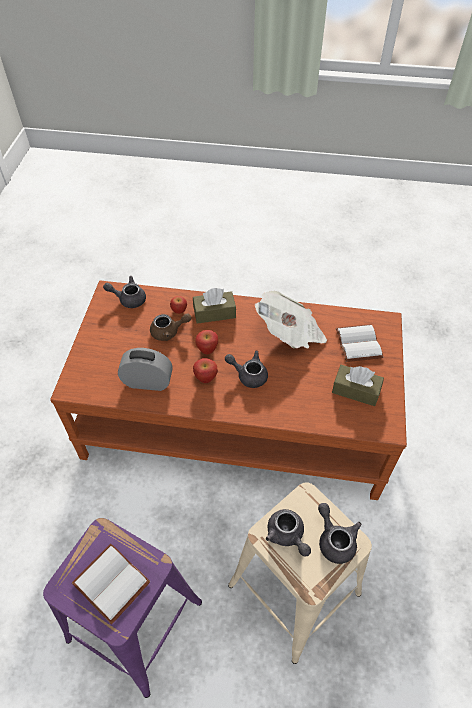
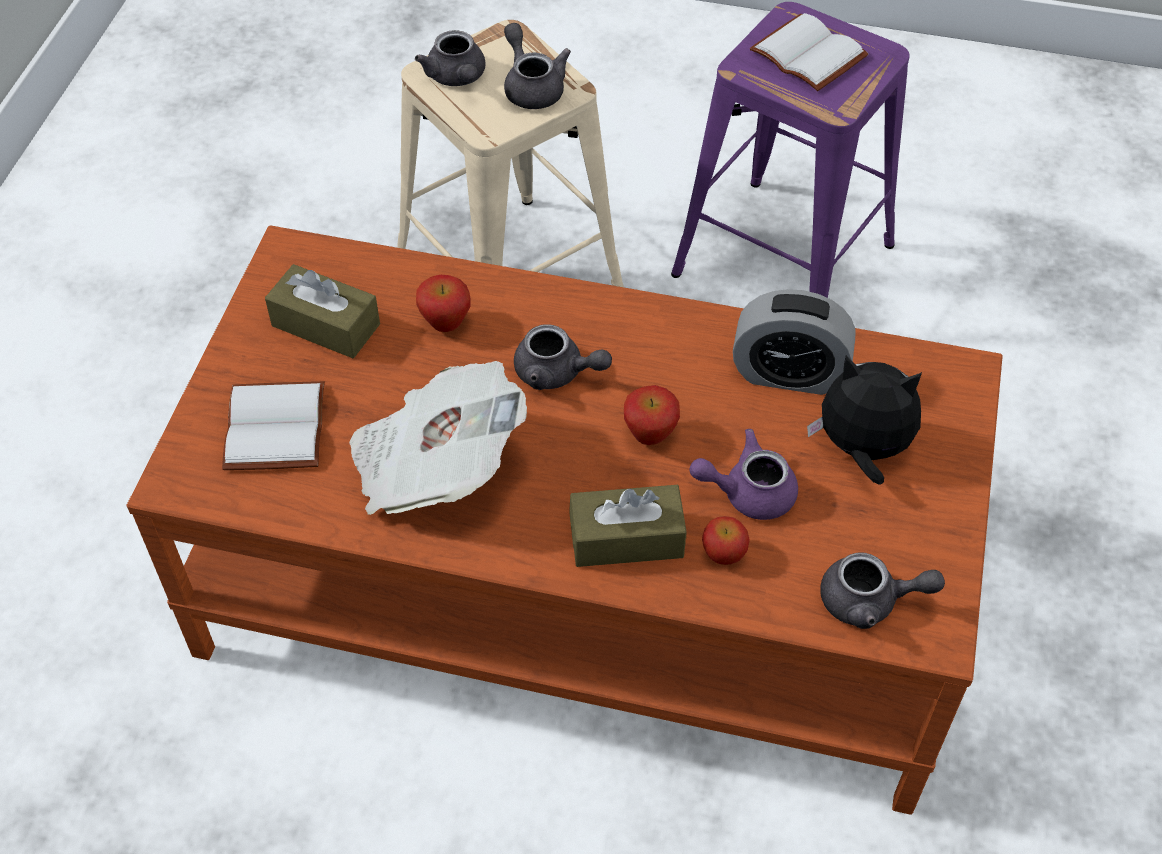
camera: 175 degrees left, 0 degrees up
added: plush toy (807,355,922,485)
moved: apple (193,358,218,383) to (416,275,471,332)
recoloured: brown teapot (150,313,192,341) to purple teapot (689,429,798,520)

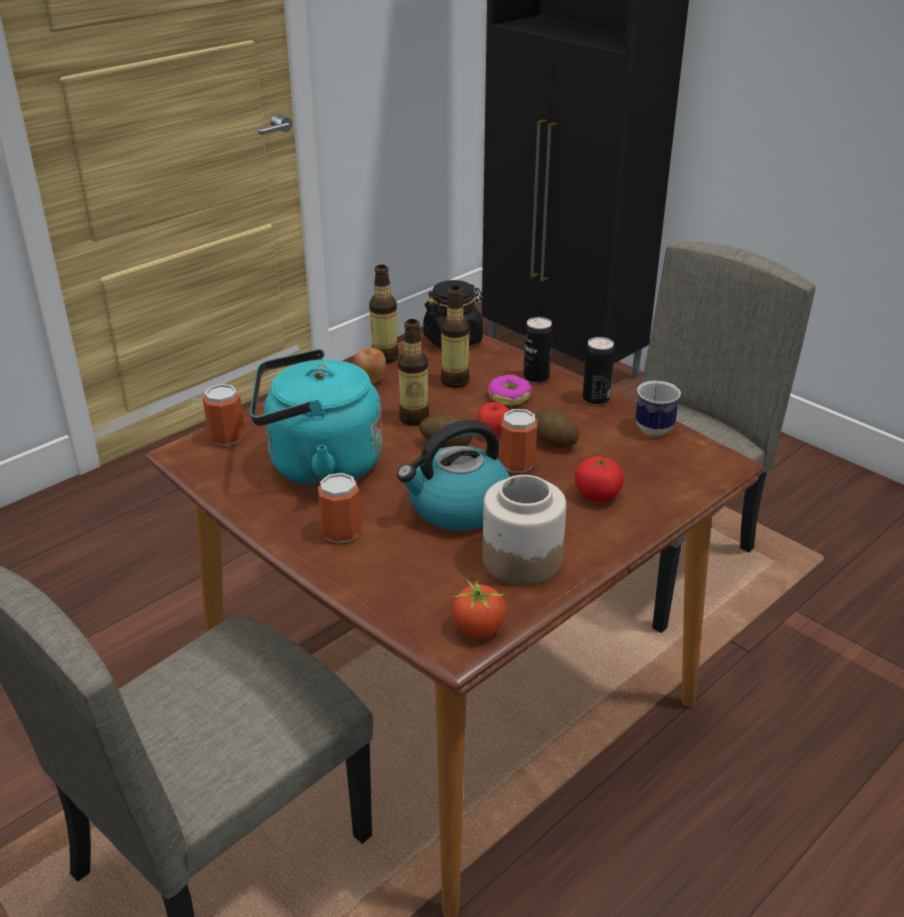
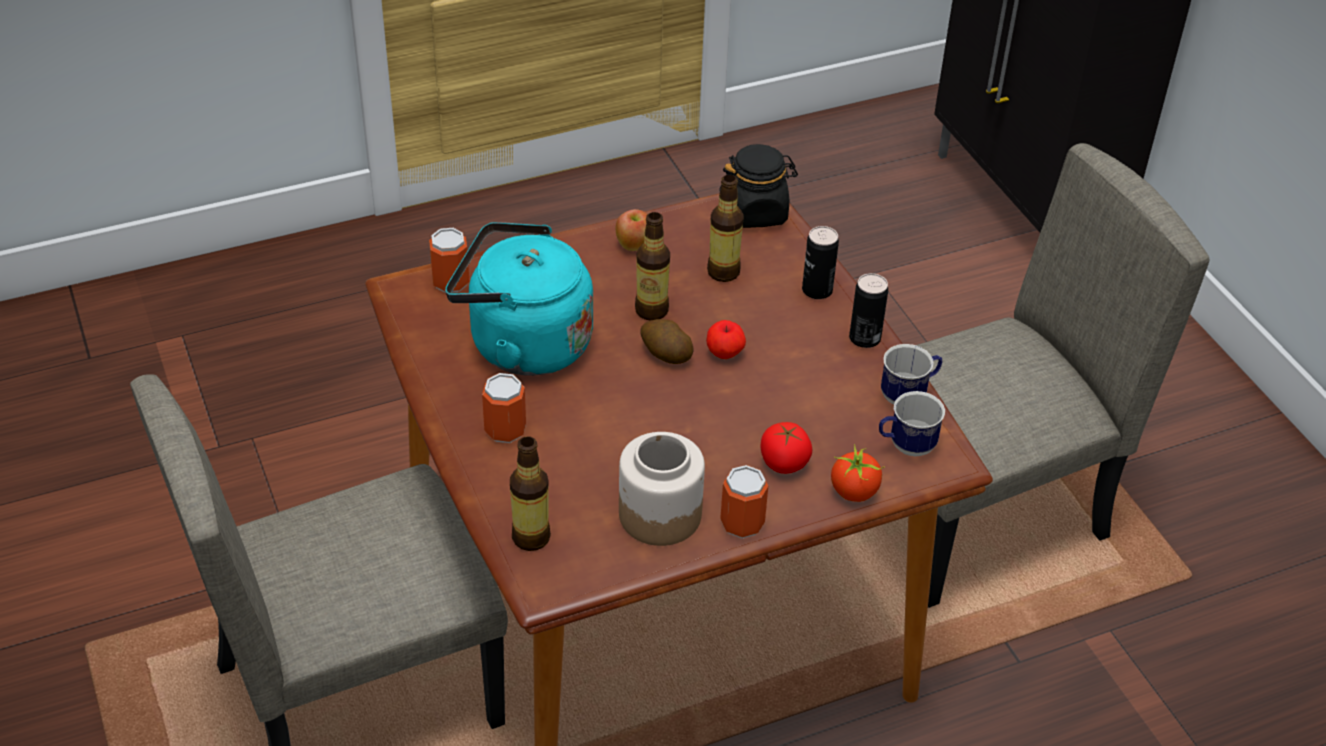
camera: 20 degrees right, 10 degrees up
removed: kettle (397,420,510,531); donut (488,375,531,405); potato (535,409,579,448)
added: mug (879,391,945,456)
moved: bottle (369,265,399,363) to (510,436,551,551); tomato (452,579,506,638) to (831,444,885,502); can (500,409,537,473) to (720,465,768,538)

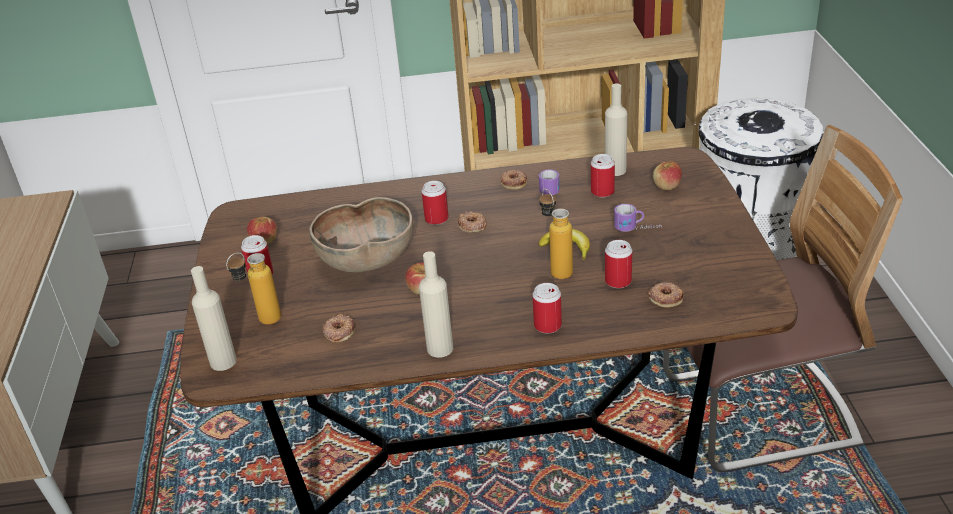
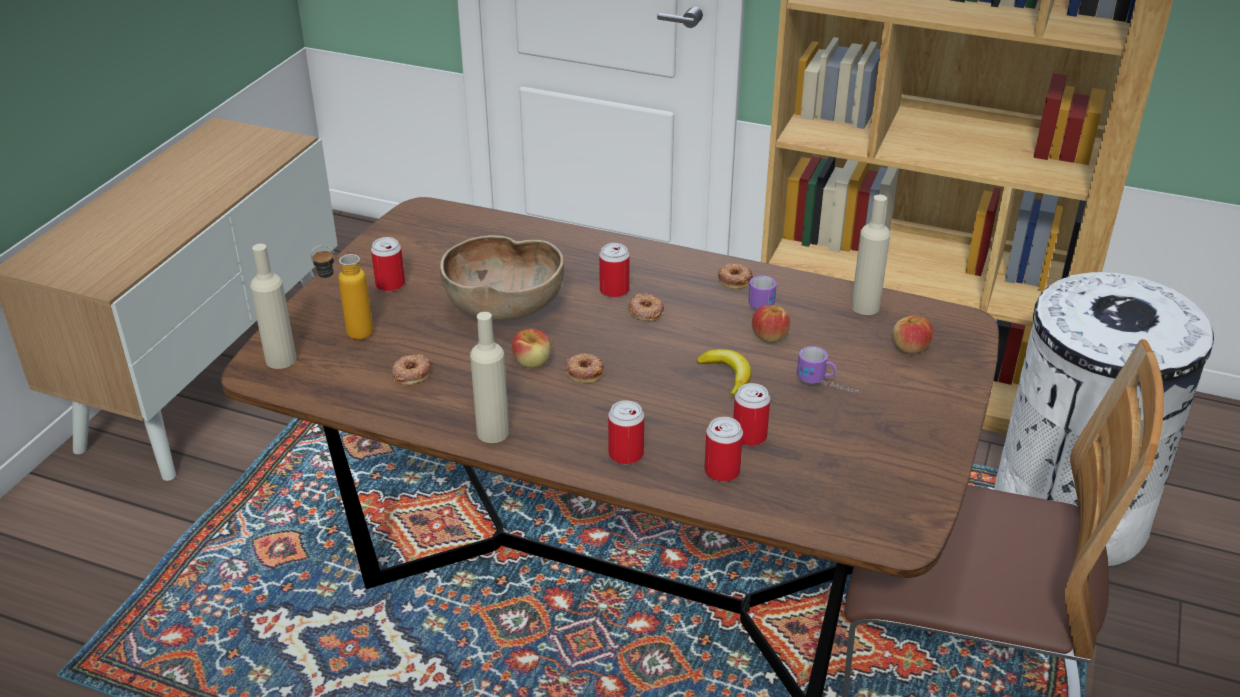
camera: 25 degrees right, 0 degrees up
removed: bottle (539,189,573,279)
moved: apple (247,217,277,245) to (752,305,791,343); can (591,154,615,197) to (704,417,743,482); donut (648,282,684,308) to (566,353,604,383)

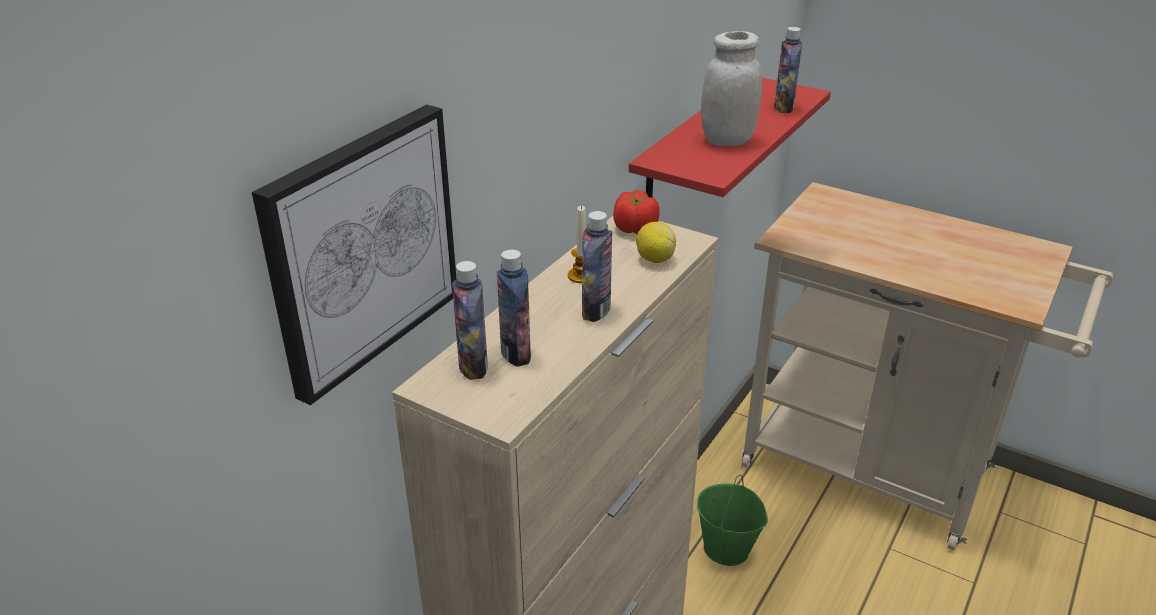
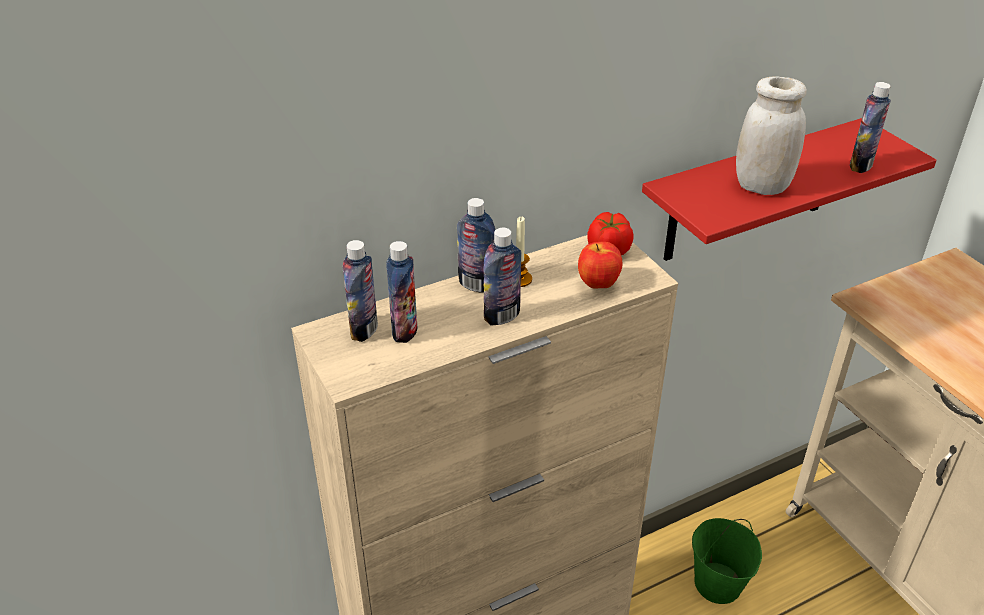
camera: 30 degrees right, 5 degrees up
removed: picture (252,105,456,405)
added: bottle (457,198,495,292)
replaced: lemon (636,222,676,263) to apple (578,242,623,289)

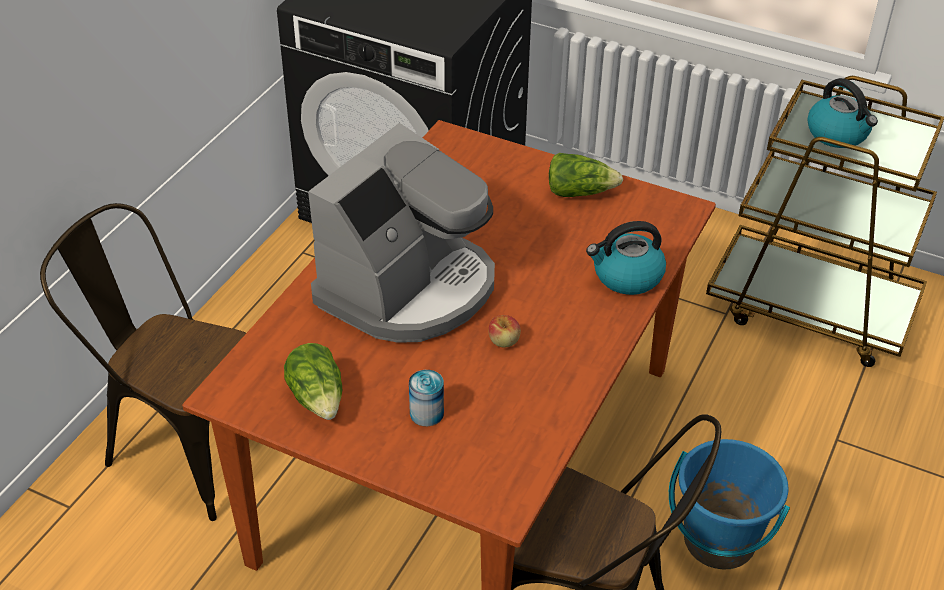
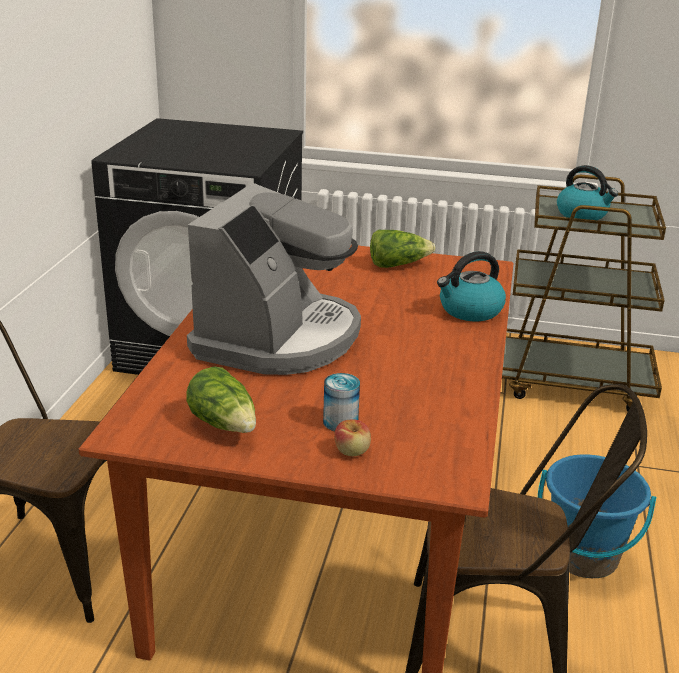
camera: 15 degrees left, 15 degrees down
moved: apple (488,315,521,348) to (334,419,371,456)

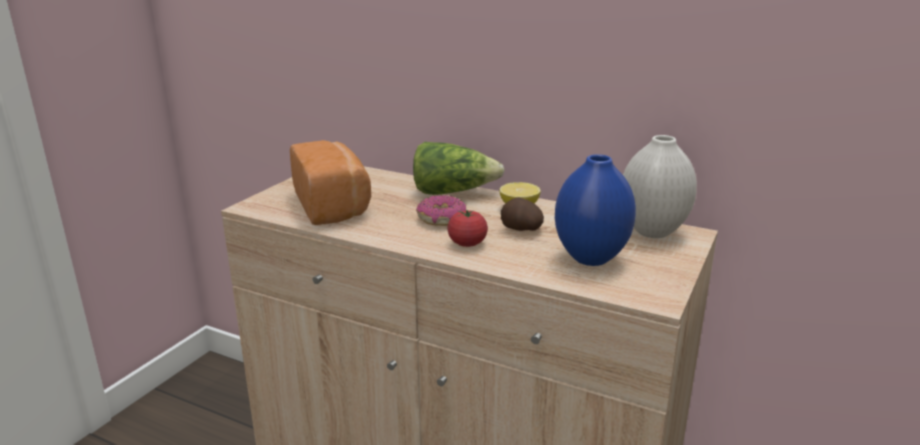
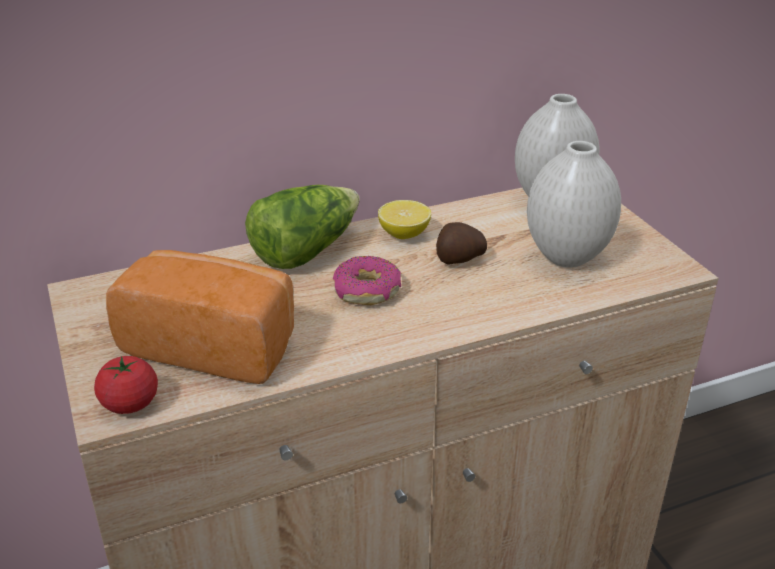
camera: 50 degrees left, 10 degrees up
moved: tomato (447,210,488,247) to (94,356,158,414)
recoloured: blue vase (555,154,636,266) to white vase (527,141,621,268)

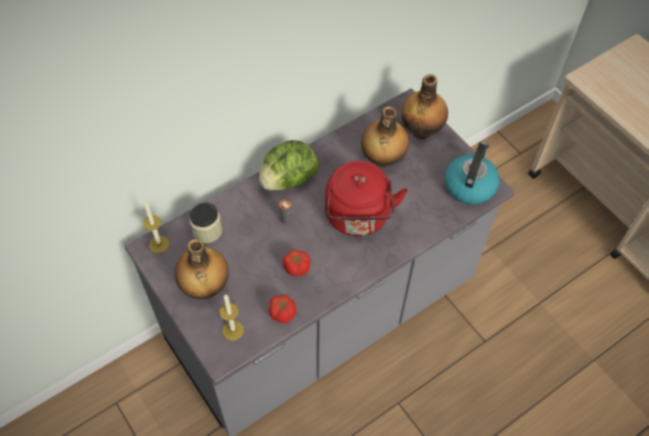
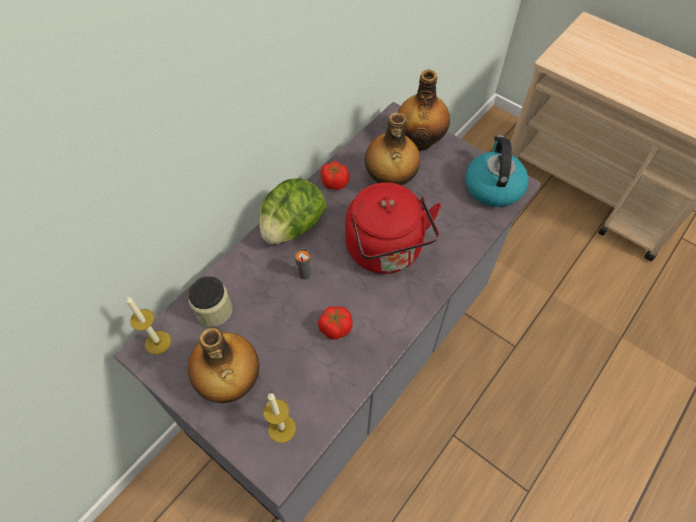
camera: 15 degrees left, 0 degrees up
moved: tomato (269,295,296,323) to (320,161,349,190)

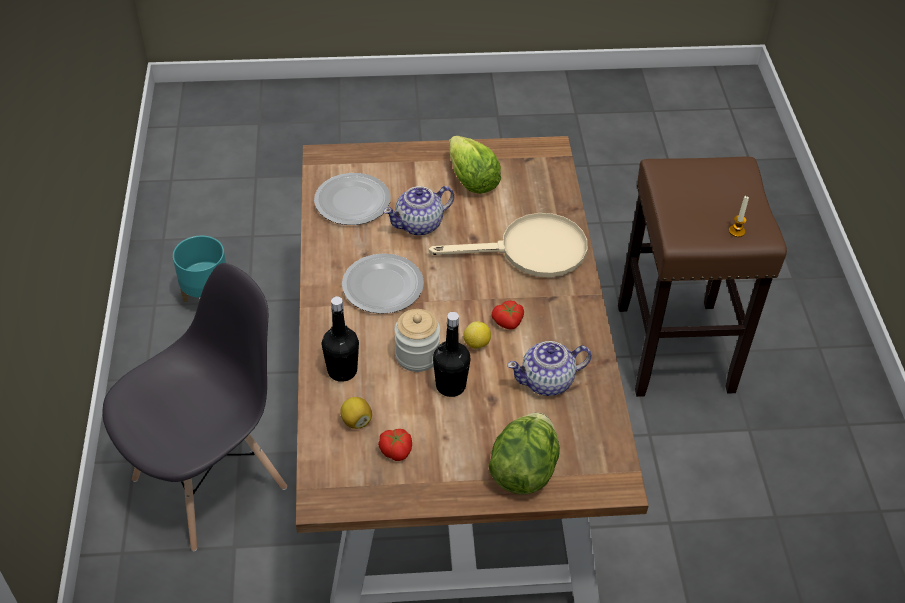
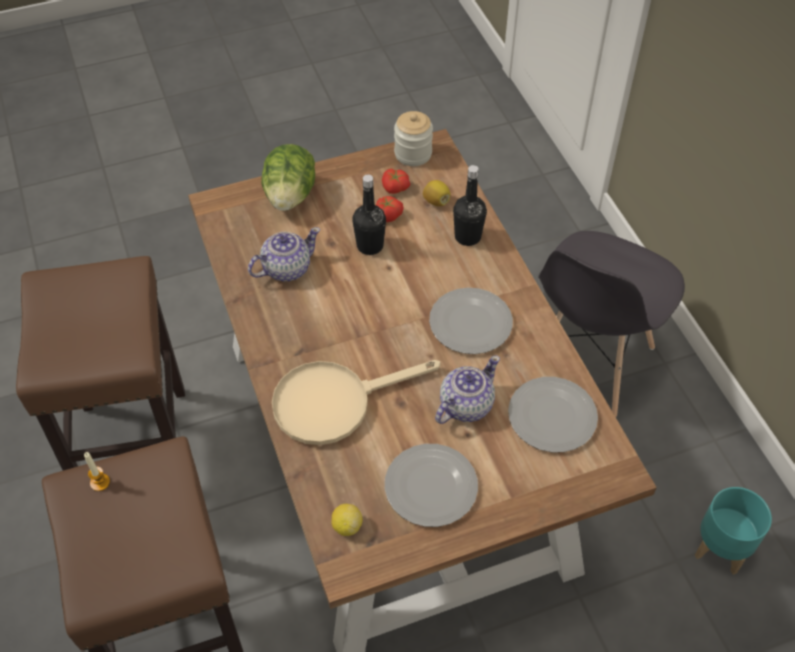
camera: 165 degrees right, 5 degrees up
added: brown stool (16,256,185,471)
moved: jar (394,309,440,372) to (394,111,433,166); lemon (463,321,491,349) to (331,504,363,536); tomato (492,301,524,329) to (376,196,404,222)
replaced: lettuce (449,136,501,194) to plate (385,444,478,527)

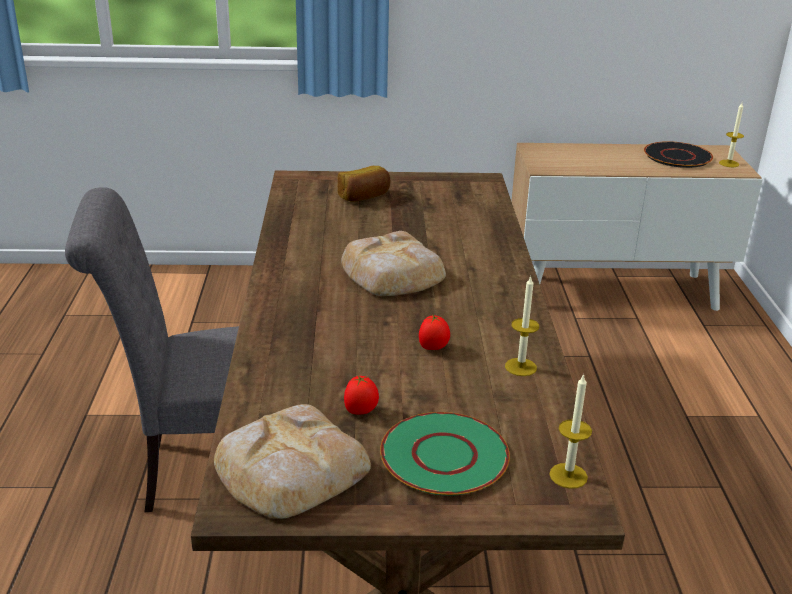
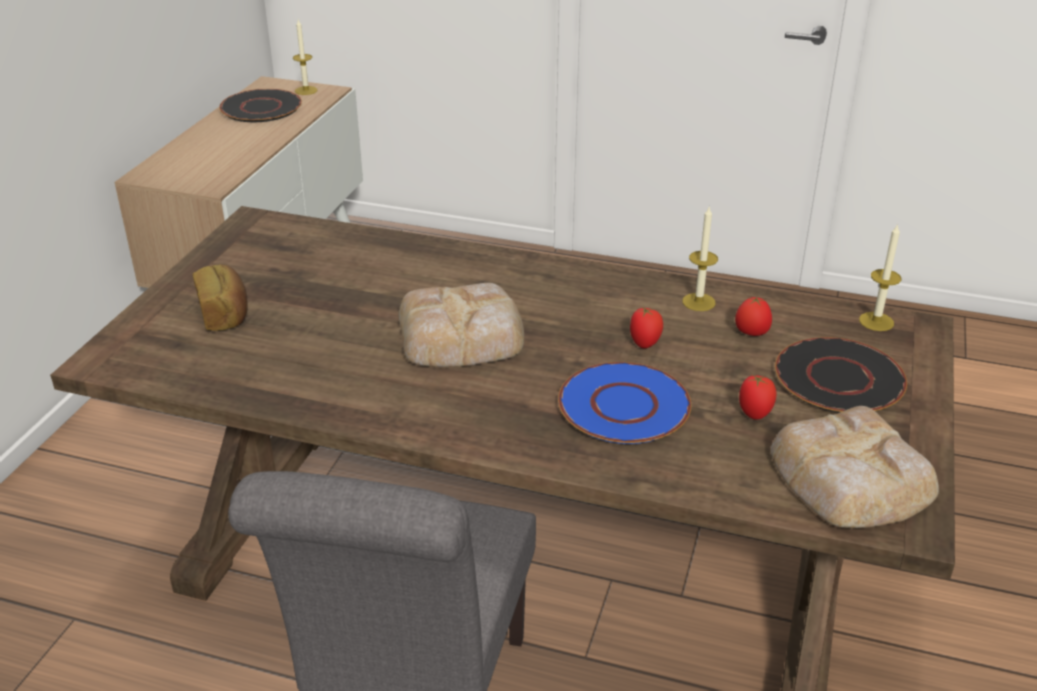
camera: 70 degrees left, 5 degrees up
added: blue plate (558,362,691,444); tomato (735,296,772,336)
recoloured: green plate (380,412,510,496) to black plate (775,337,907,413)

